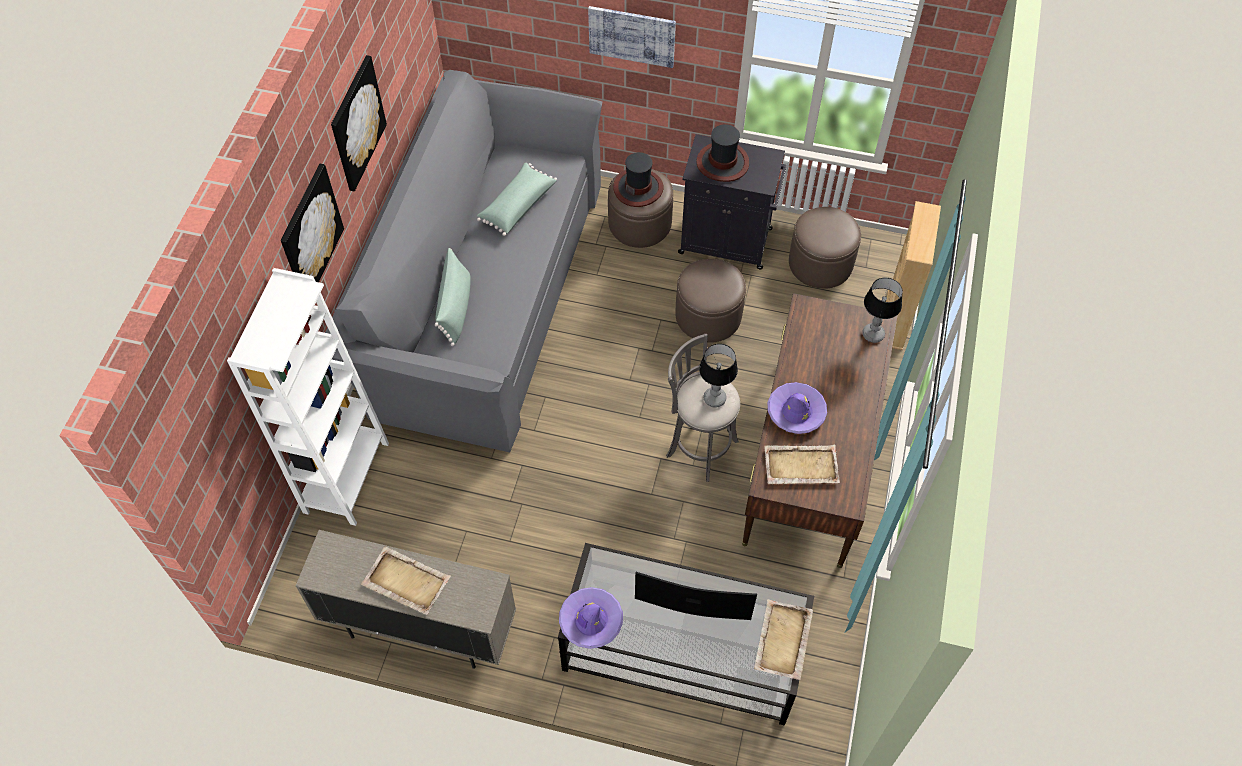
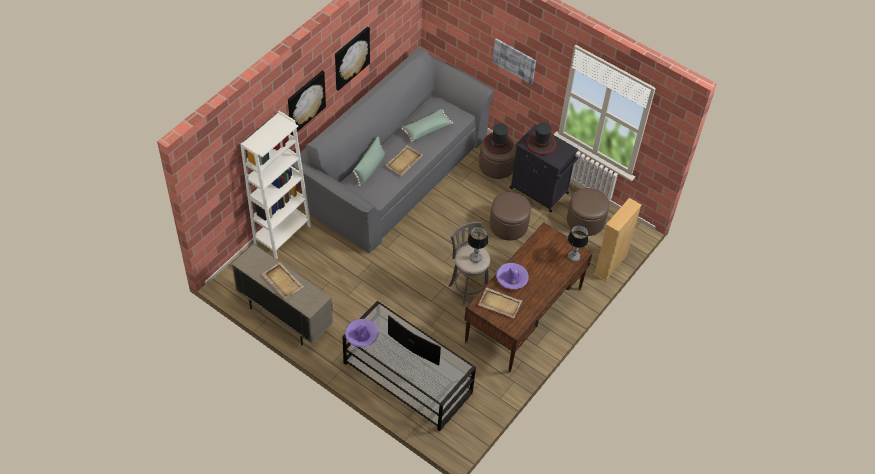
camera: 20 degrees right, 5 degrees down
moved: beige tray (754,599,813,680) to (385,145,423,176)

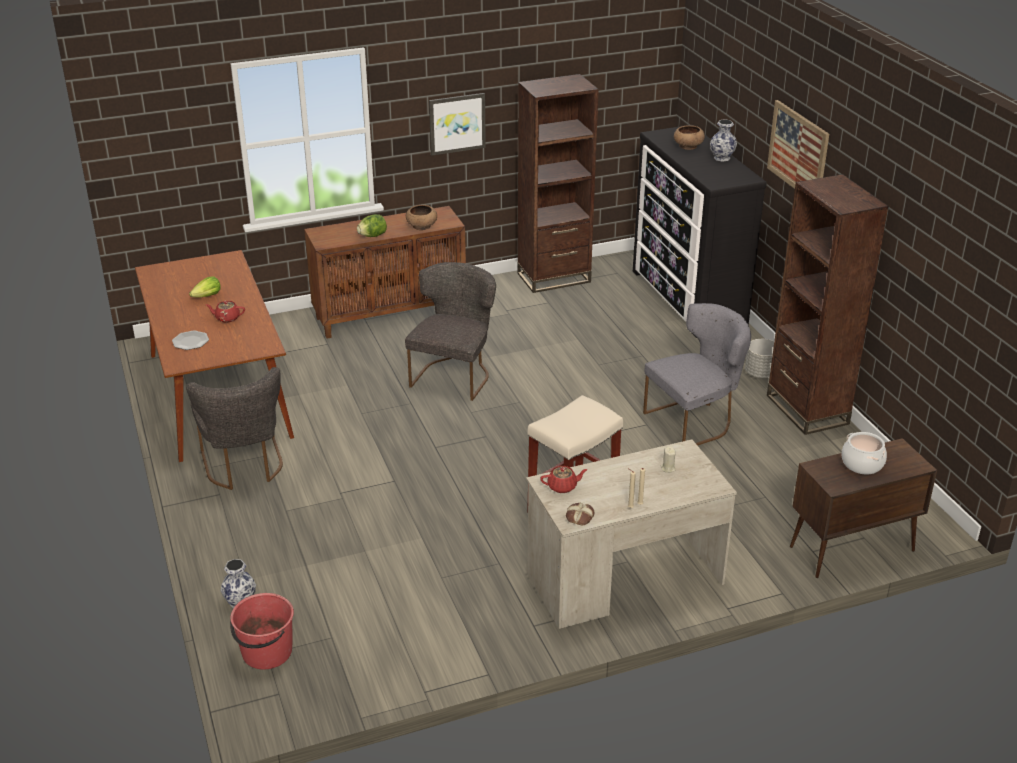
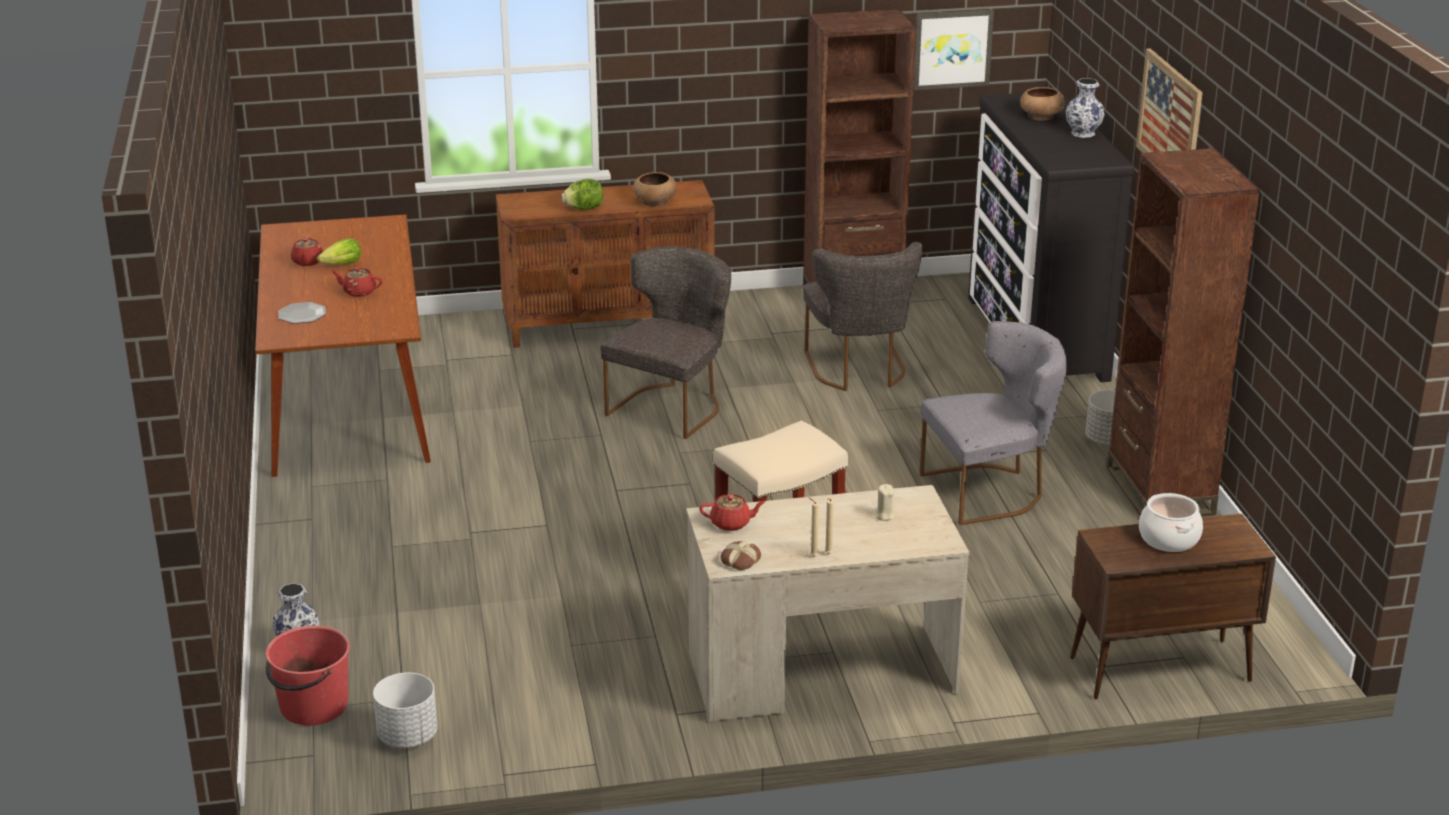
camera: 10 degrees right, 5 degrees down
added: red teapot (291,237,323,266); white planter (373,673,438,748)
moved: grey chair (186,367,283,490) to (803,242,923,391); picture (429,93,486,155) to (913,9,994,90)

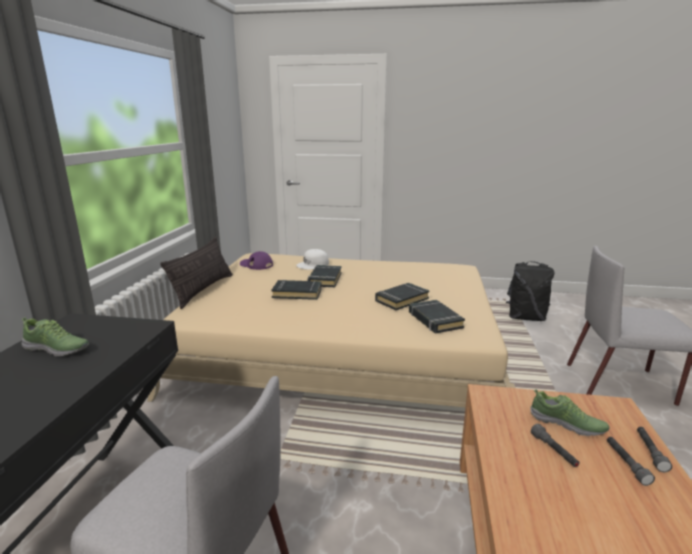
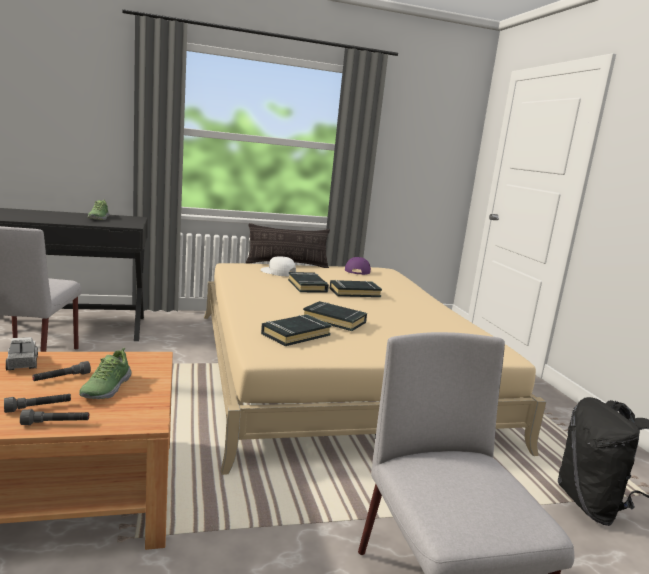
camera: 65 degrees right, 5 degrees down
added: toy truck (6,337,38,370)
moved: white cap (296,249,329,270) to (261,256,296,276)

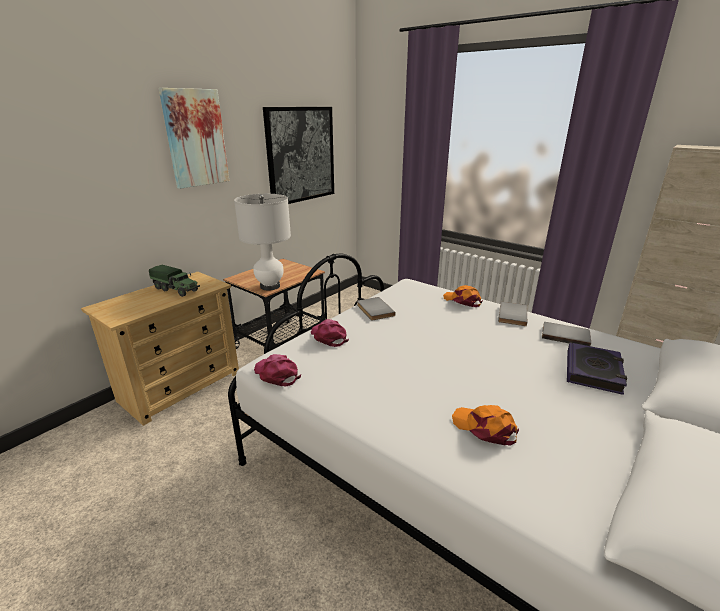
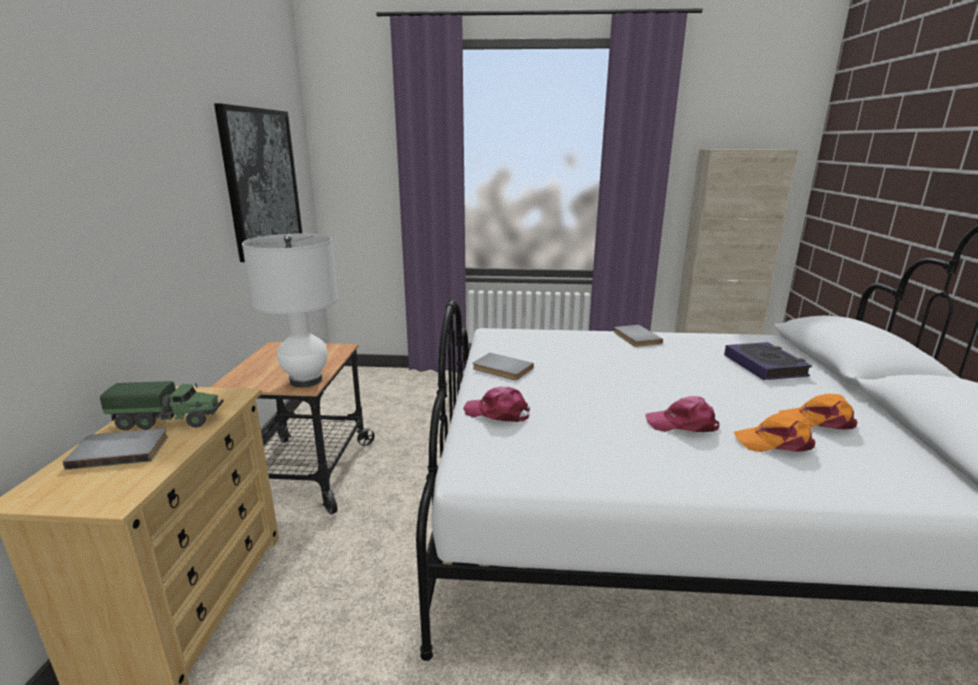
camera: 35 degrees left, 5 degrees down
removed: picture (159,88,229,189)
moved: pink cap (254,354,301,387) to (645,396,719,432); orange cap (443,285,483,307) to (779,394,857,429); grey book (542,322,591,346) to (63,428,168,470)

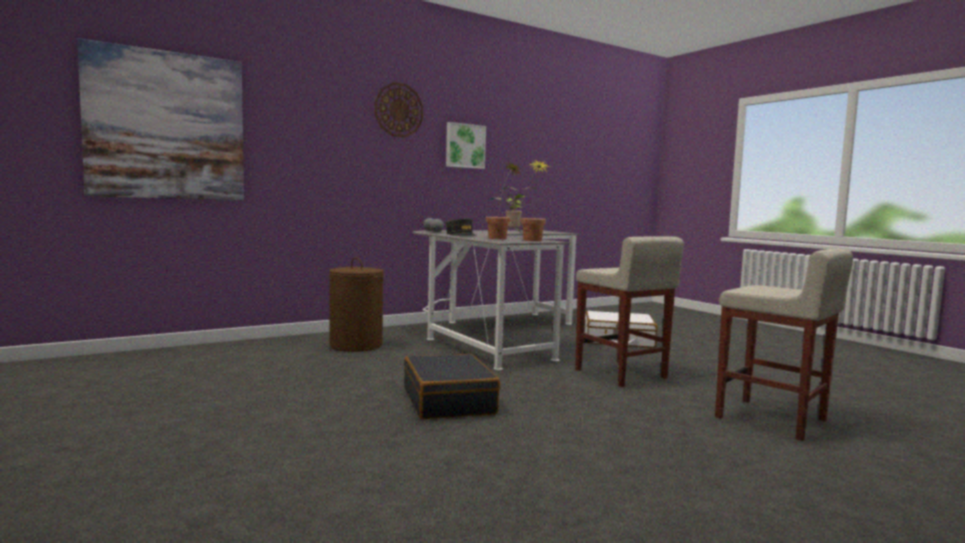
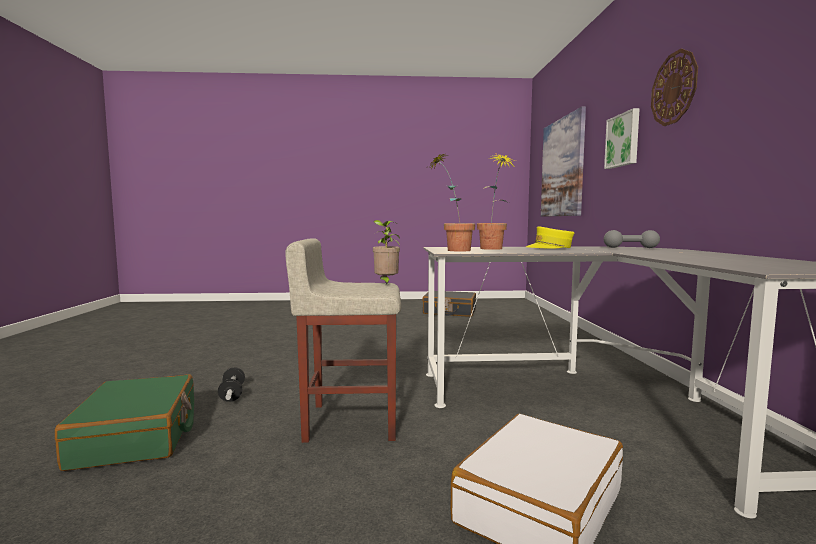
camera: 120 degrees right, 0 degrees up
removed: brown laundry basket (329,257,384,352)
added: dumbbell (218,367,245,402)
moved: black suitcase (404,354,500,419) to (422,291,476,317); picture (446,122,486,169) to (604,108,640,169); potted plant (505,194,525,233) to (373,220,400,285)
replaced: beige stool (715,248,853,441) to green suitcase (55,374,194,471)
recoloured: grey cap (445,218,476,236) to yellow cap (526,227,575,249)

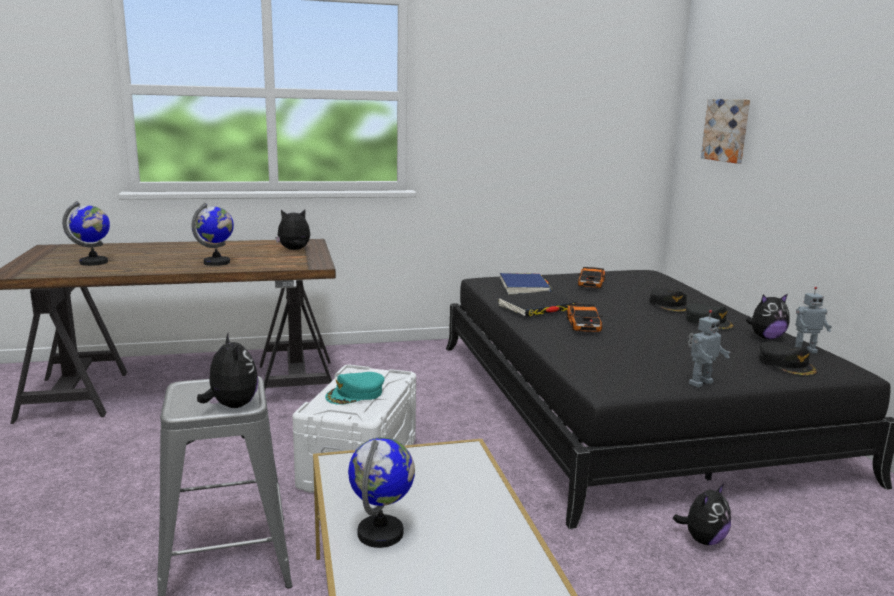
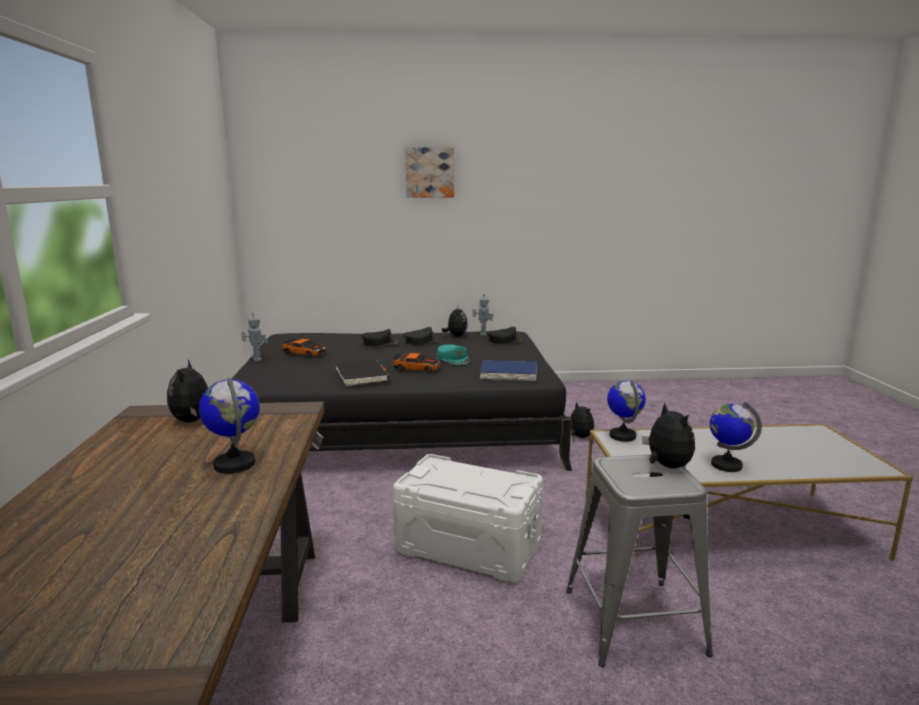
camera: 80 degrees left, 0 degrees up
moved: globe (62,201,110,266) to (607,380,646,442); turquoise cap (325,372,385,405) to (437,345,470,365); blue book (500,273,552,294) to (480,360,537,381); toy robot (688,310,730,388) to (241,313,268,362); picture (701,99,750,163) to (405,147,454,198)
turned: plush toy (197,334,258,408) = (642,403,695,468) 90 degrees clockwise

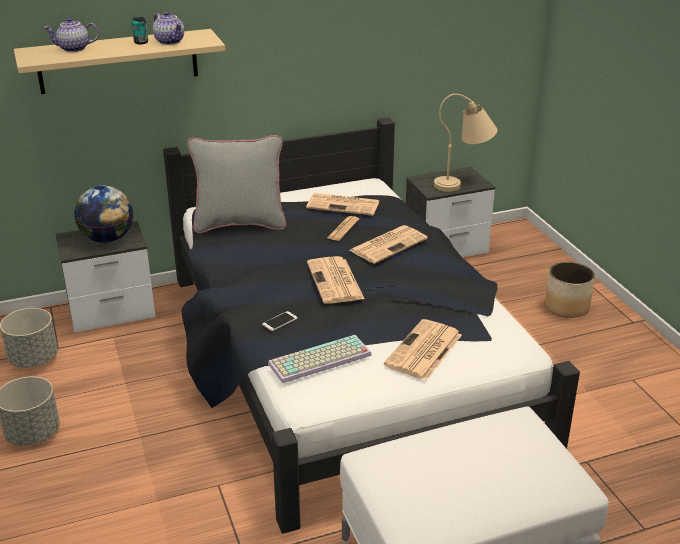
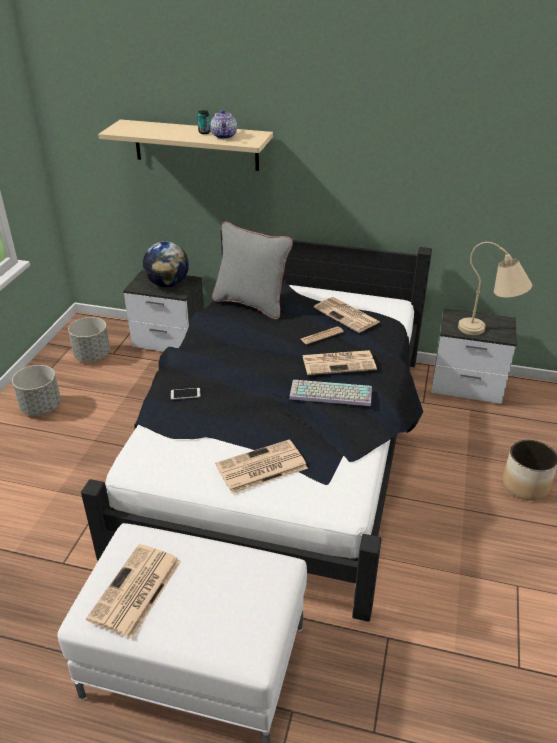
camera: 35 degrees right, 5 degrees up
removed: teapot (43,18,99,52)
moved: keyboard (268,335,372,383) to (289,380,372,406); newspaper (307,256,364,304) to (86,544,181,639)

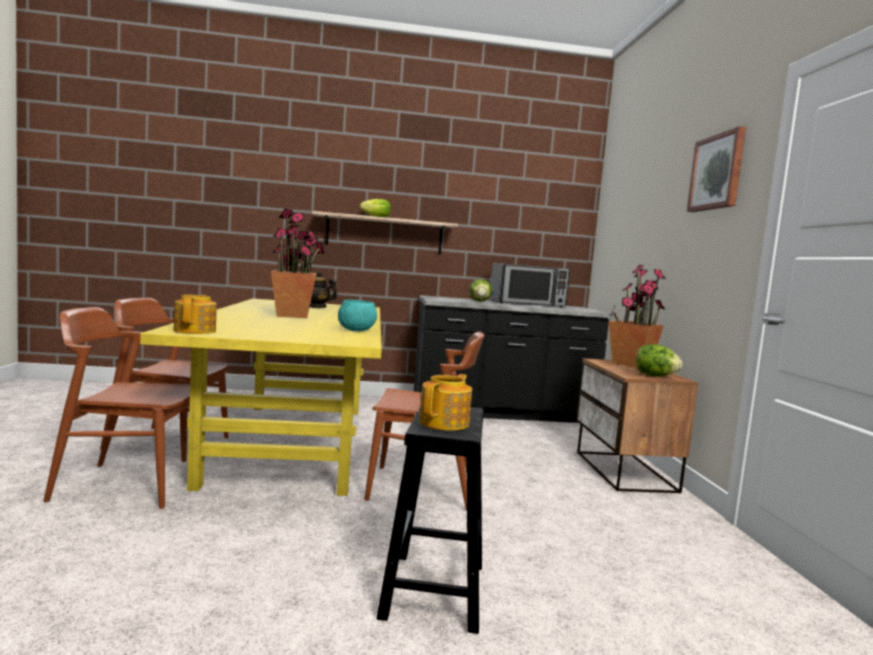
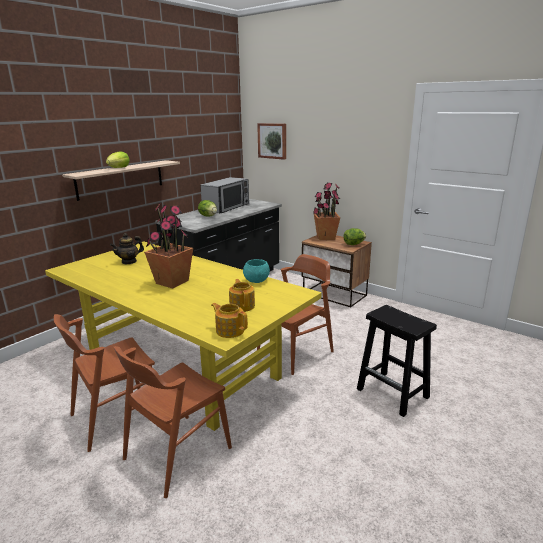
camera: 45 degrees left, 15 degrees up
moved: teapot (419,374,472,431) to (229,279,255,312); picture (687,126,746,212) to (257,123,286,160)

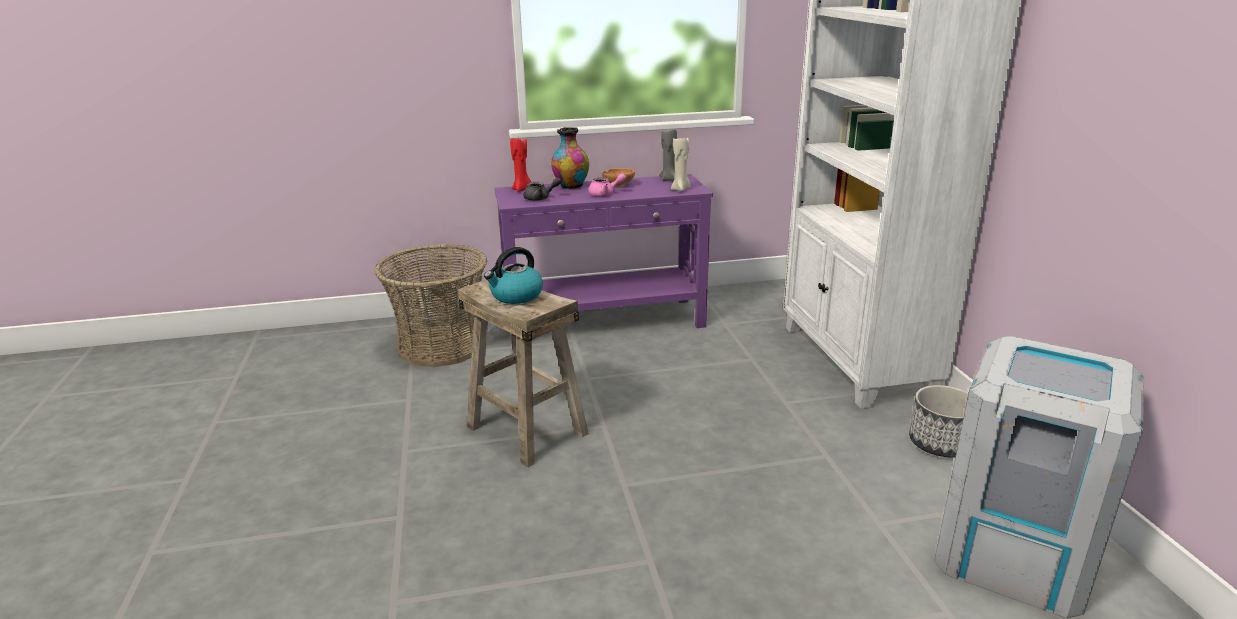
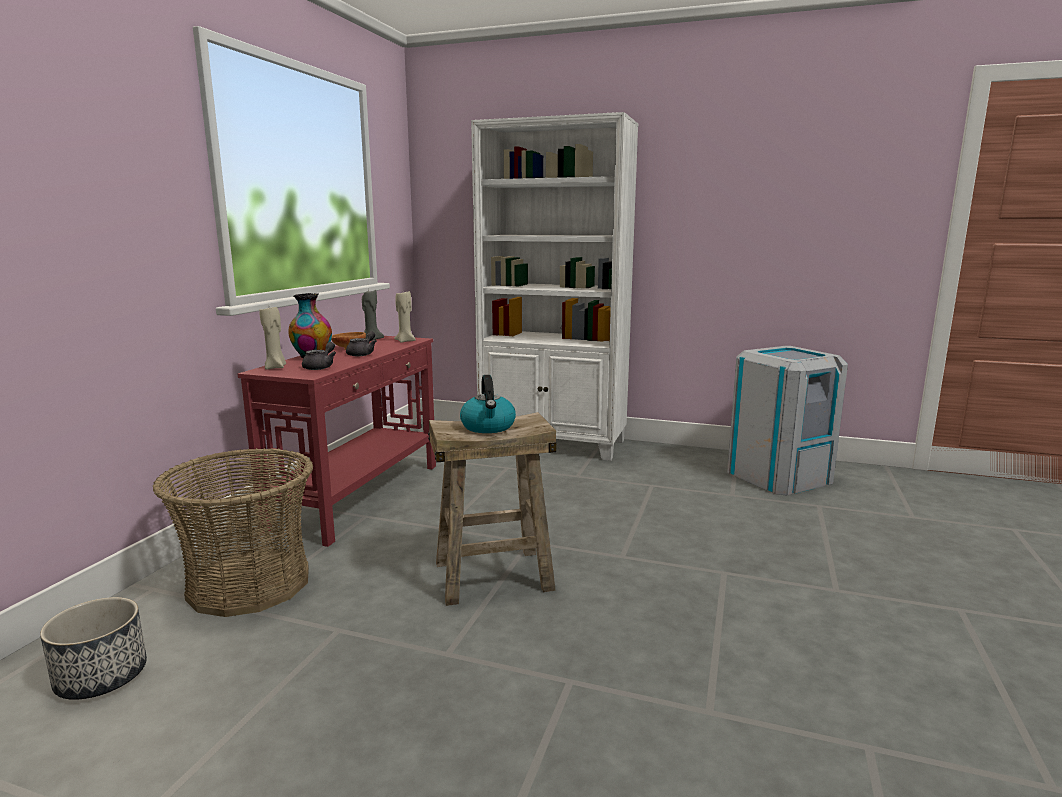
camera: 60 degrees left, 10 degrees down
moved: planter (909,385,969,457) to (40,597,147,700)
recoloured: purple console table (494,174,713,348) to red console table (238,336,436,547); red candle (510,138,531,192) to beige candle (259,307,286,370); pink teapot (588,173,626,196) to grey teapot (346,331,377,356)

